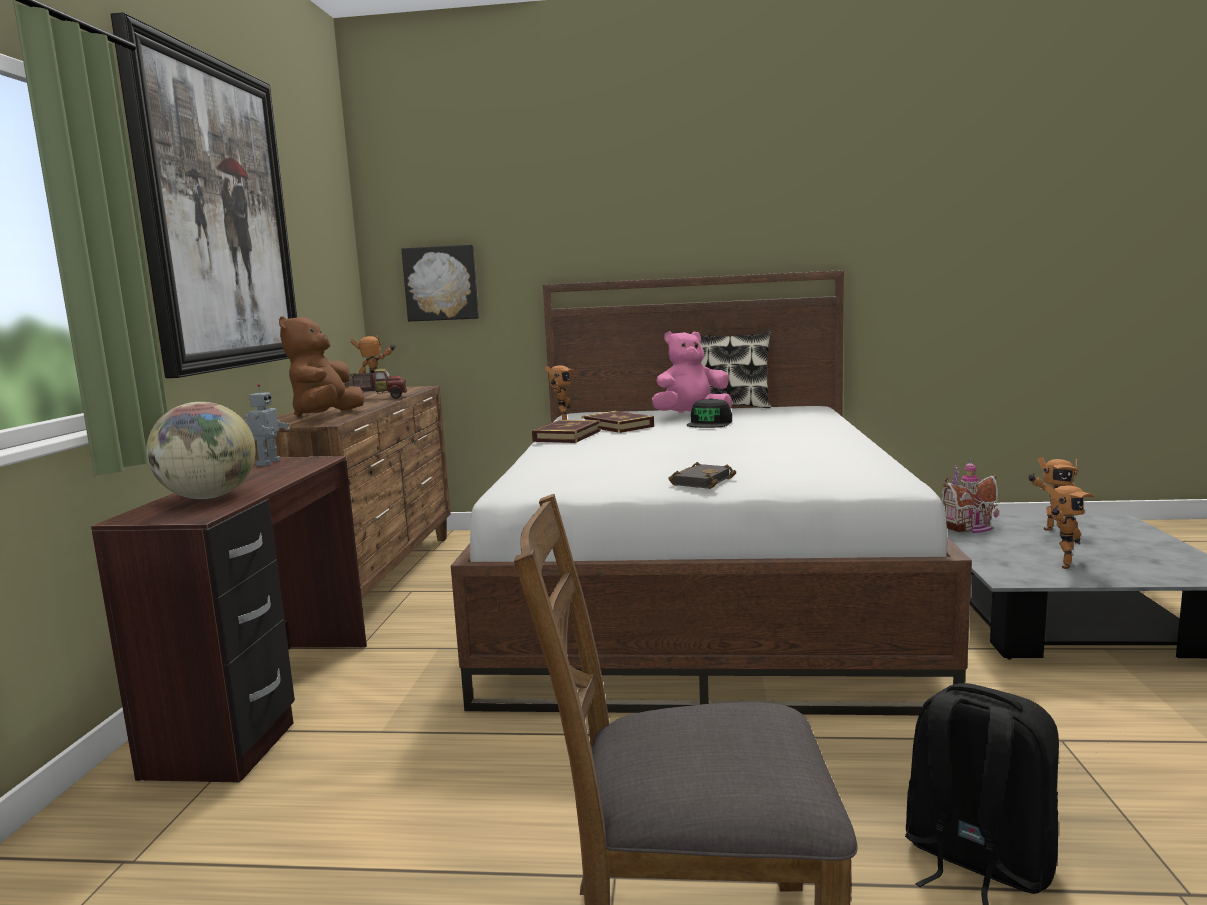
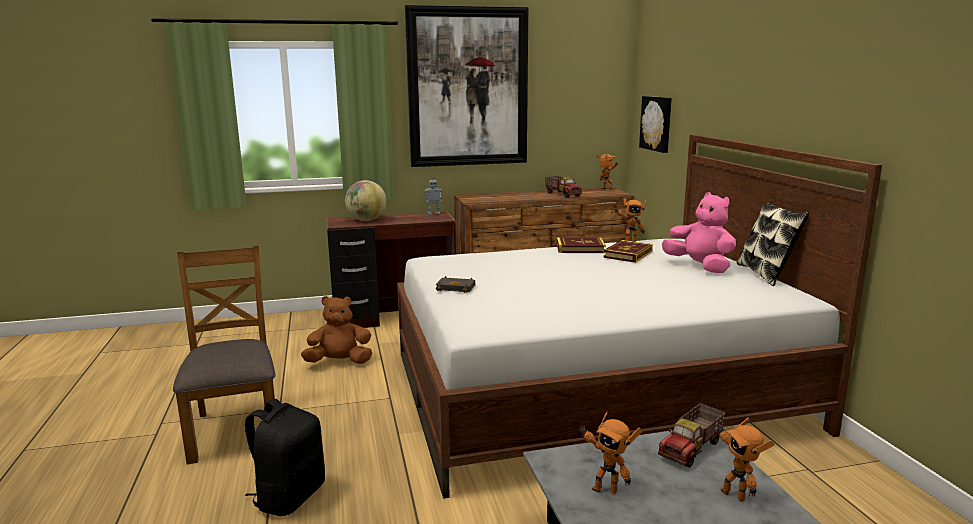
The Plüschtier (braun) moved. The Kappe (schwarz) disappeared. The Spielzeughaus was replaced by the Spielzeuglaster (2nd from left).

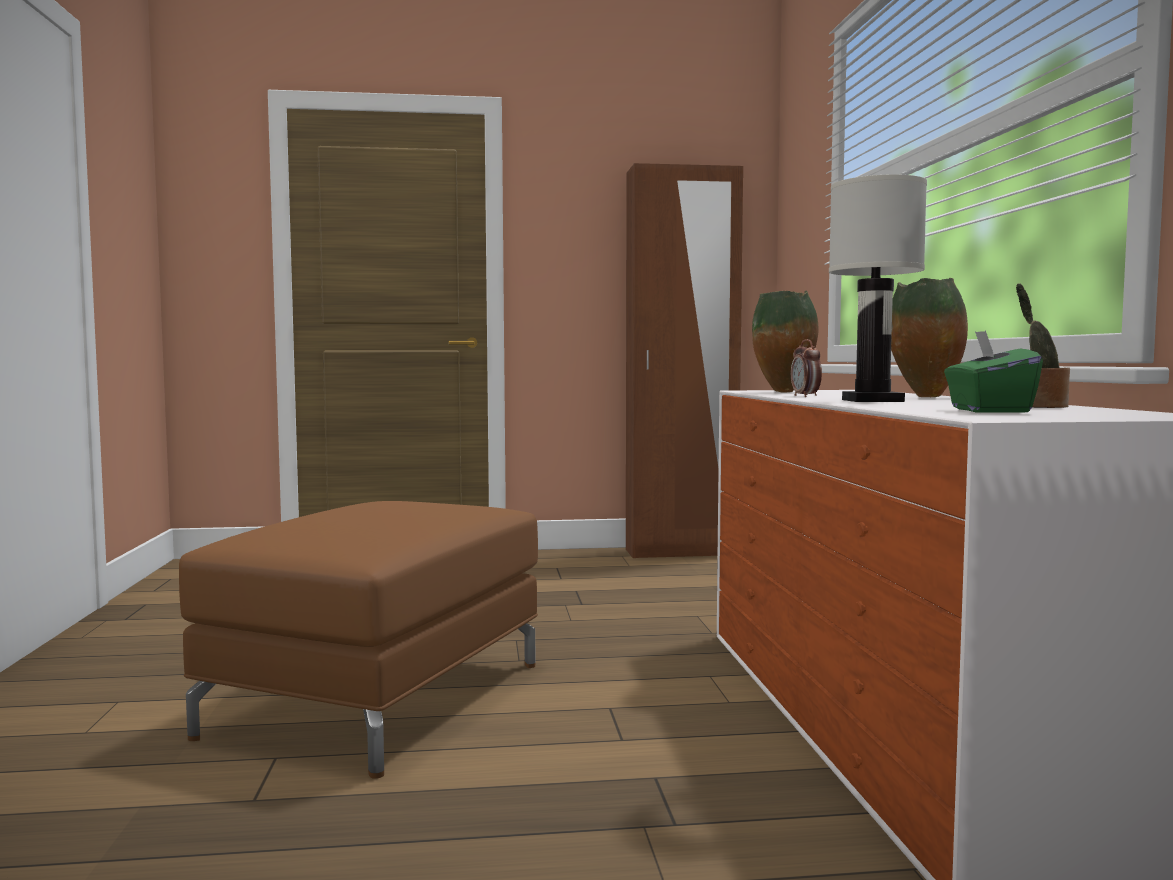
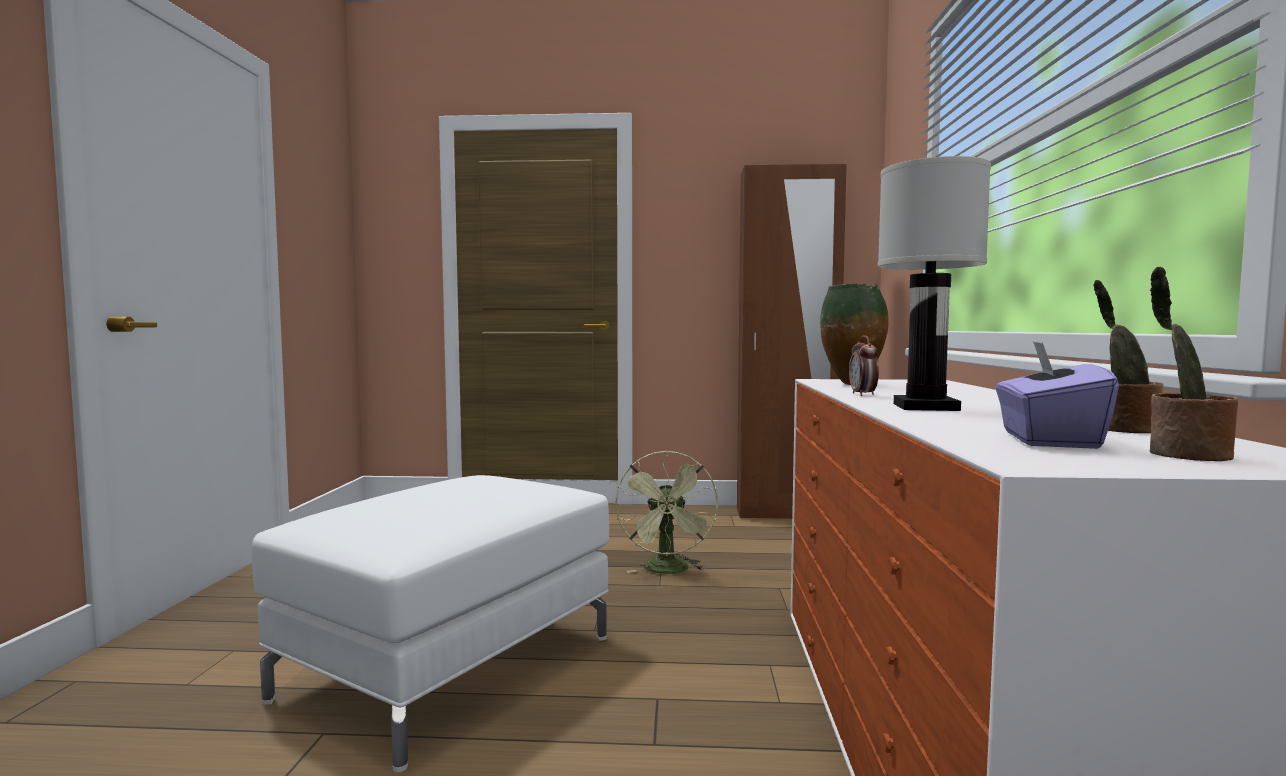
The Polsterhocker (braun) became the Polsterhocker (weiß). The Vase (2nd from left) disappeared. The Taschentuchbox (grün) became the Taschentuchbox (lila). The Ventilator (grün) appeared. The Topfpflanze (2nd from left) appeared.

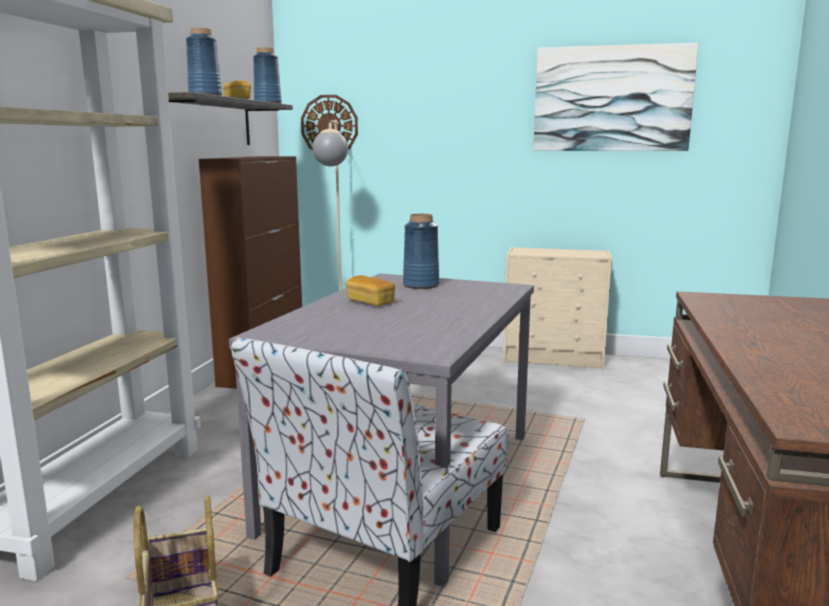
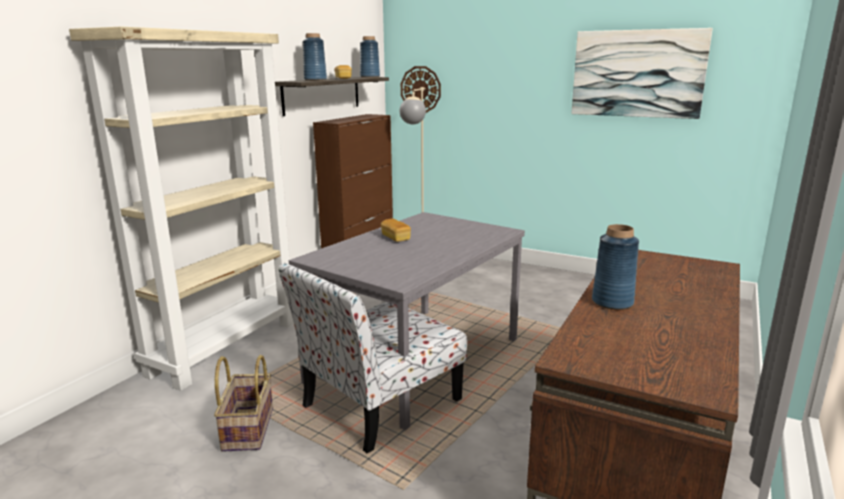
The Vase (blau) (3rd from left) moved. The Kommode (beige) disappeared.

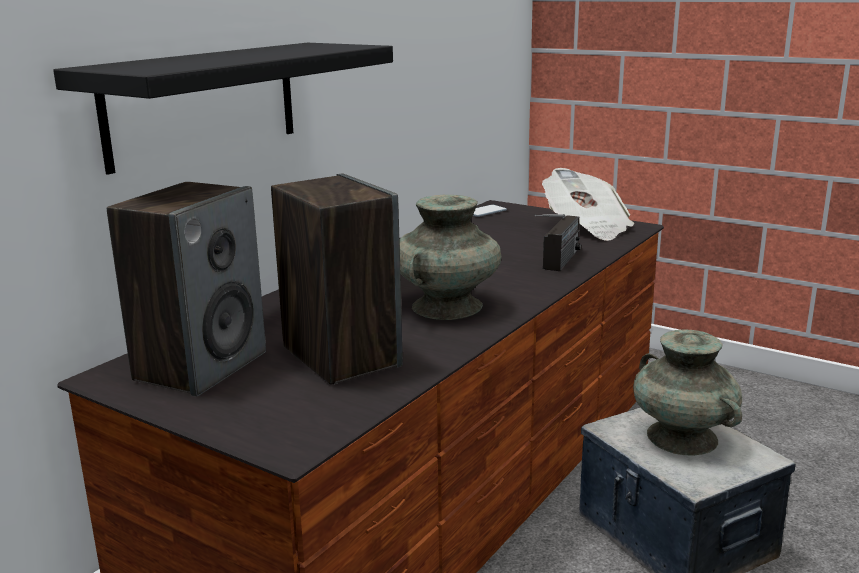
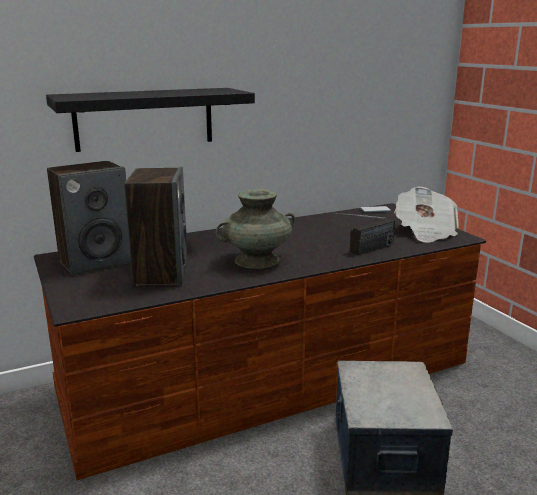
The Vase (türkis) (2nd from left) disappeared.

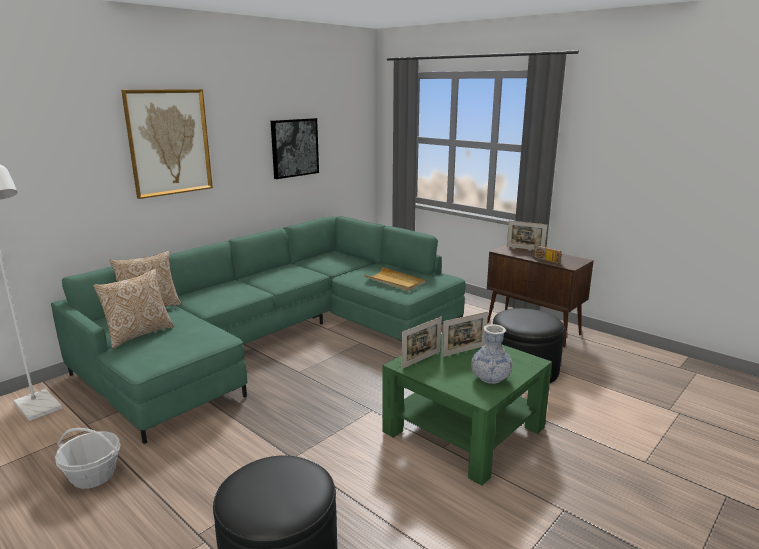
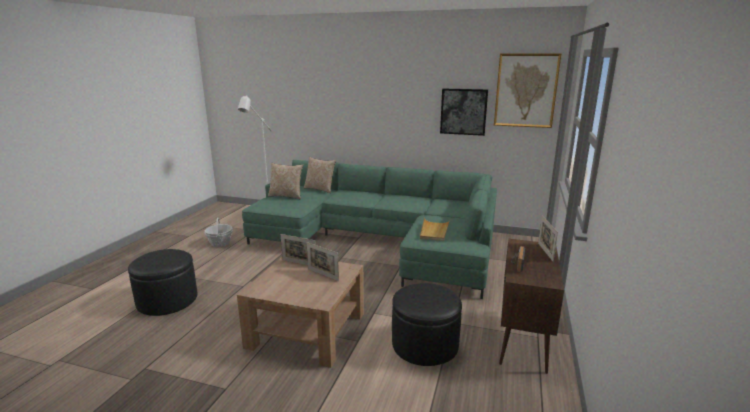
The Bild (1st from left in the first image) moved. The Couchtisch (grün) became the Couchtisch (braun). The Vase disappeared.

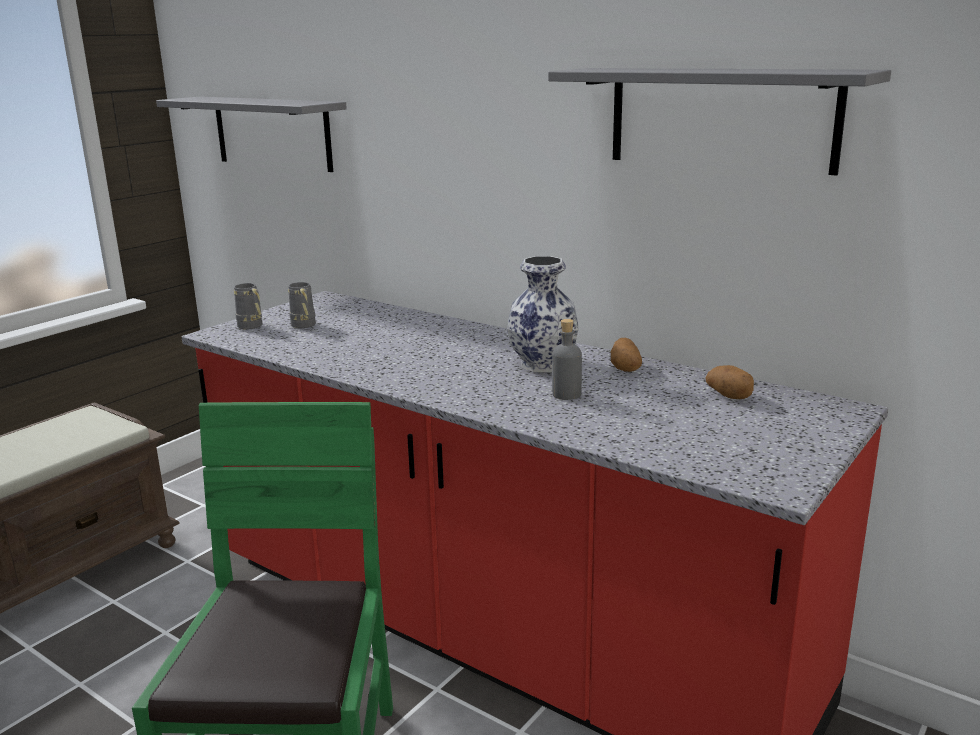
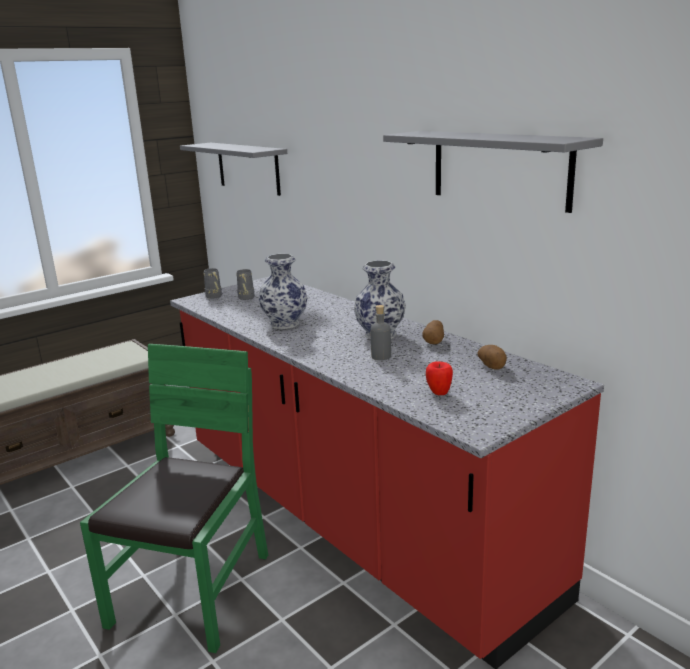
The Vase (1st from left) appeared. The Apfel appeared.

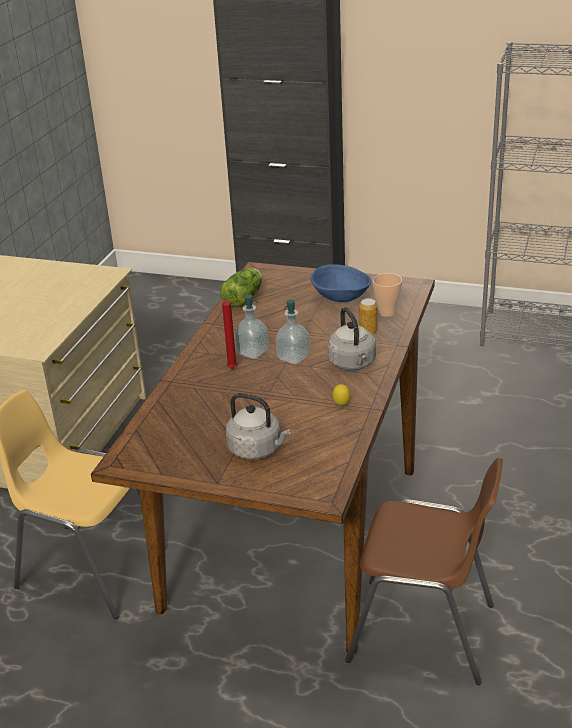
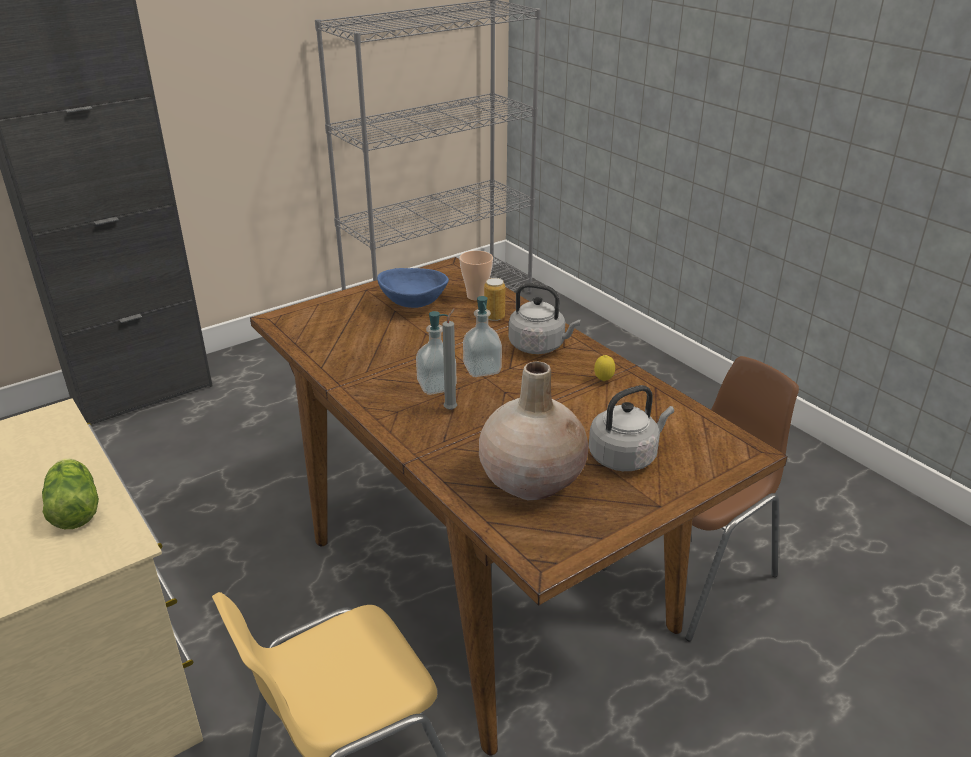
The Salatkopf moved. The Kerze (rot) became the Kerze (grau). The Vase (beige) appeared.

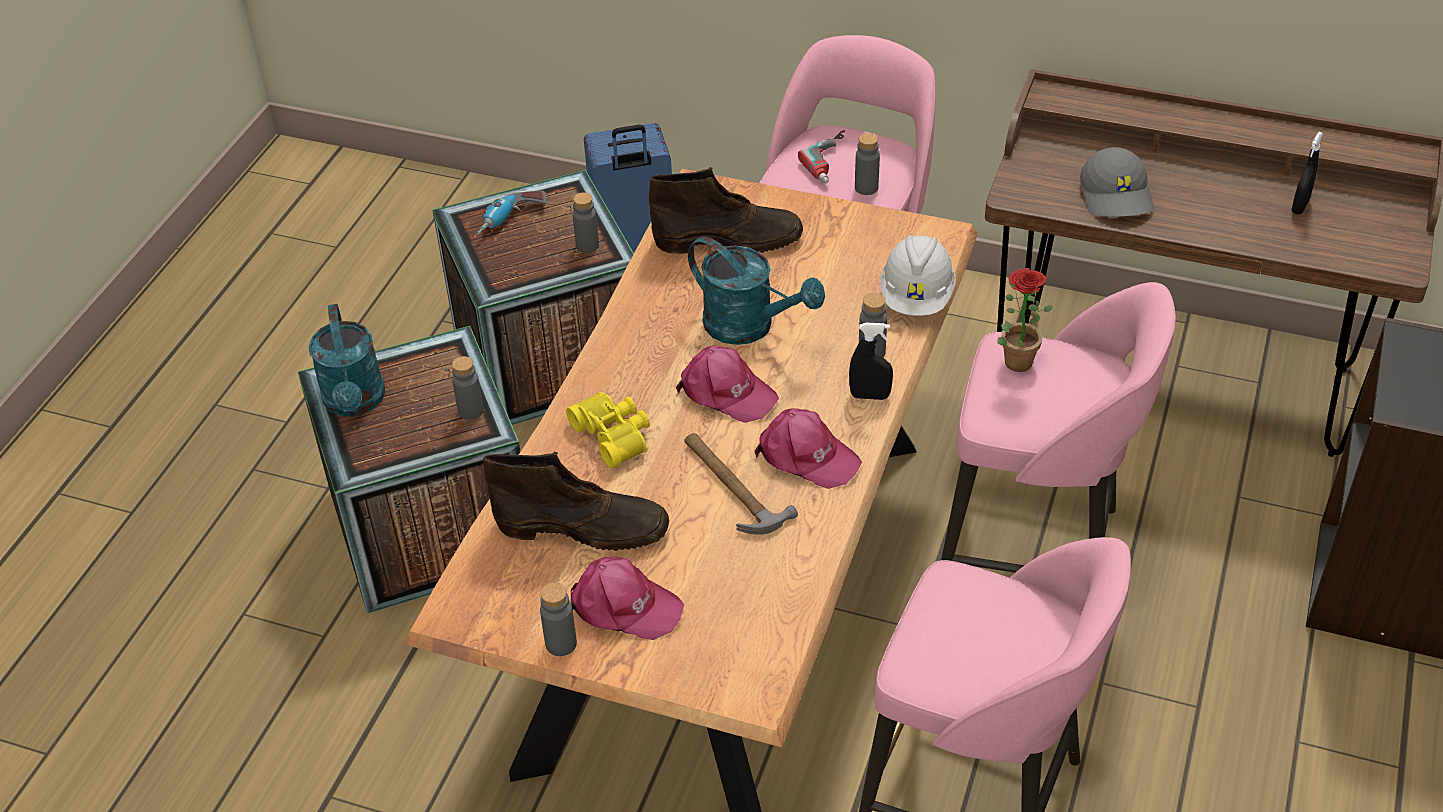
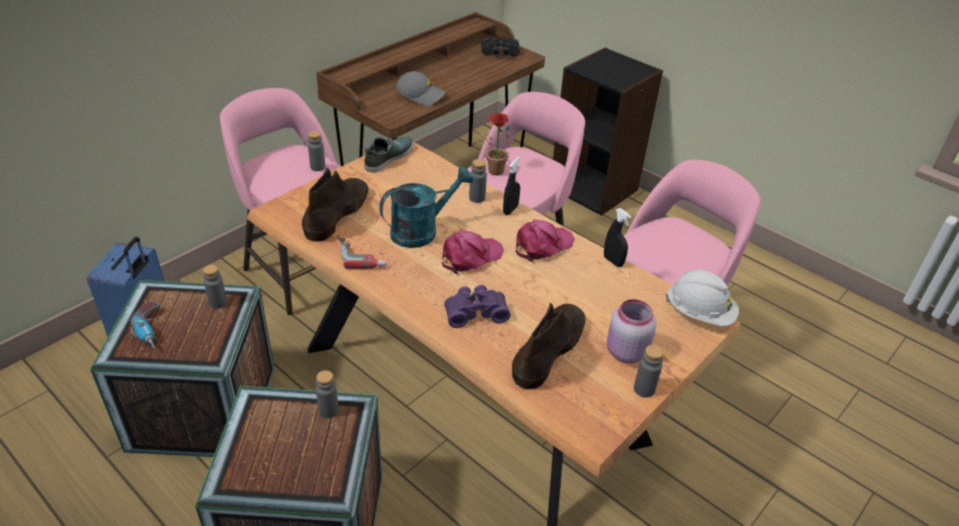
The Gießkanne (türkis) (1st from left) disappeared. The Fernglas (gelb) became the Fernglas (lila). The Kappe (rosa) (1st from left) was replaced by the Vorratsglas (rosa). The Hammer disappeared. The Bohrmaschine (2nd from left) moved. The Schutzhelm (weiß) moved. The Sprühflasche (schwarz) (2nd from left) moved. The Schuh appeared. The Fernglas (schwarz) appeared.

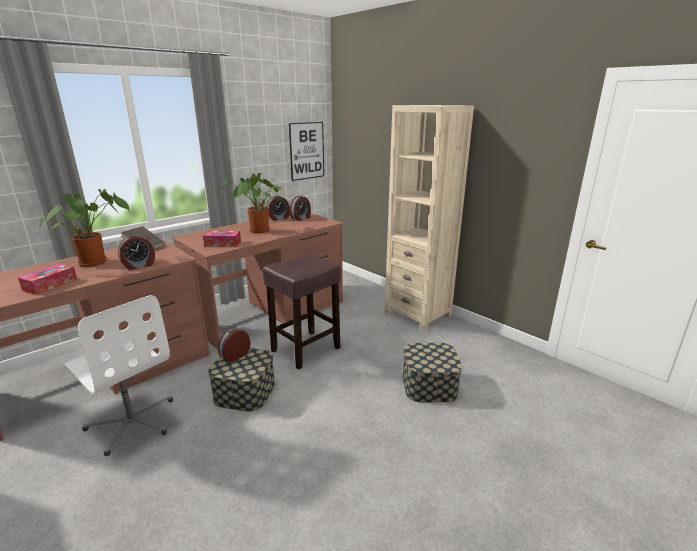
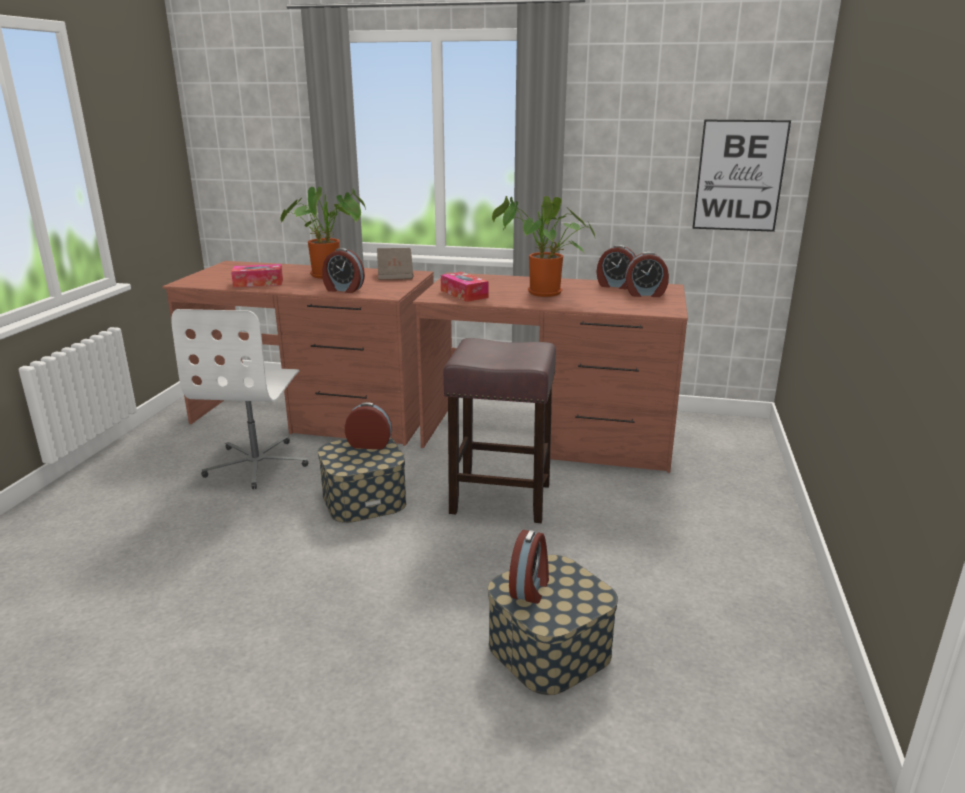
The Bücherregal (beige) disappeared. The Wecker (3rd from left) appeared.

